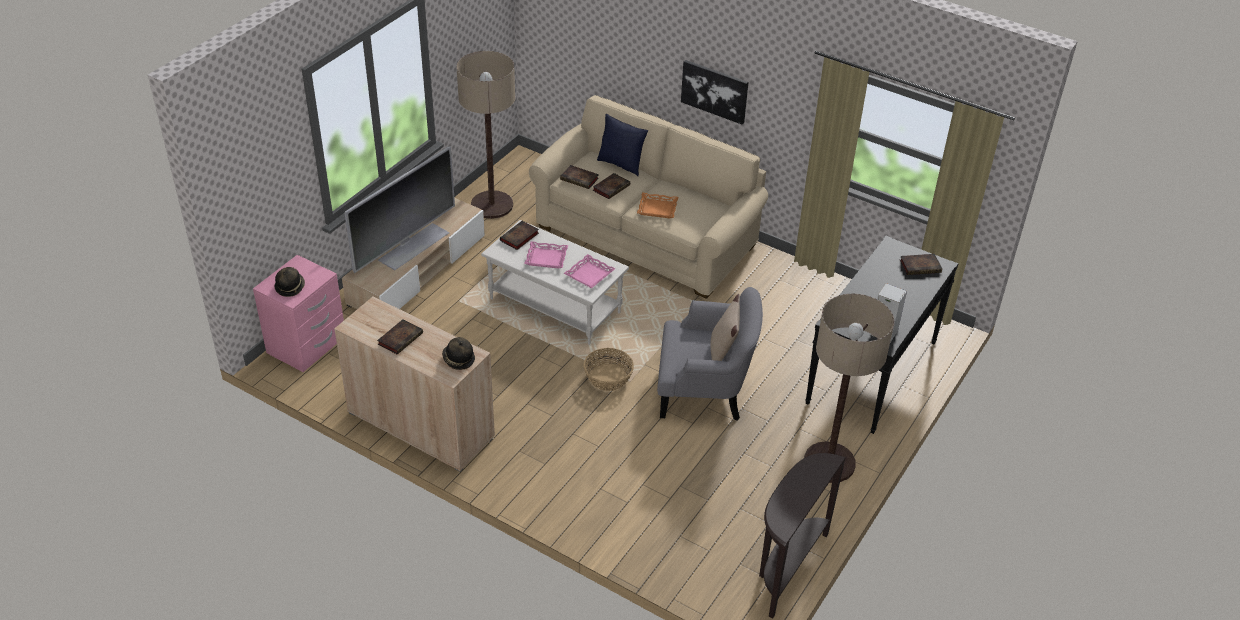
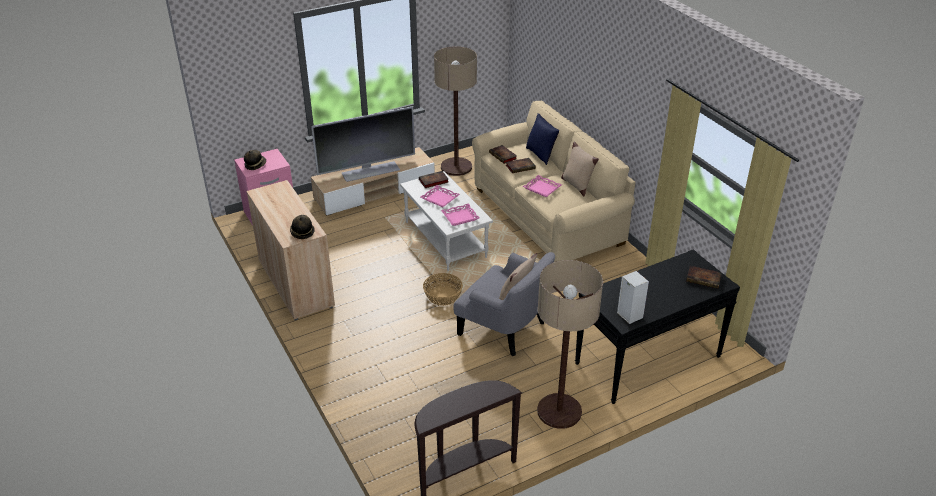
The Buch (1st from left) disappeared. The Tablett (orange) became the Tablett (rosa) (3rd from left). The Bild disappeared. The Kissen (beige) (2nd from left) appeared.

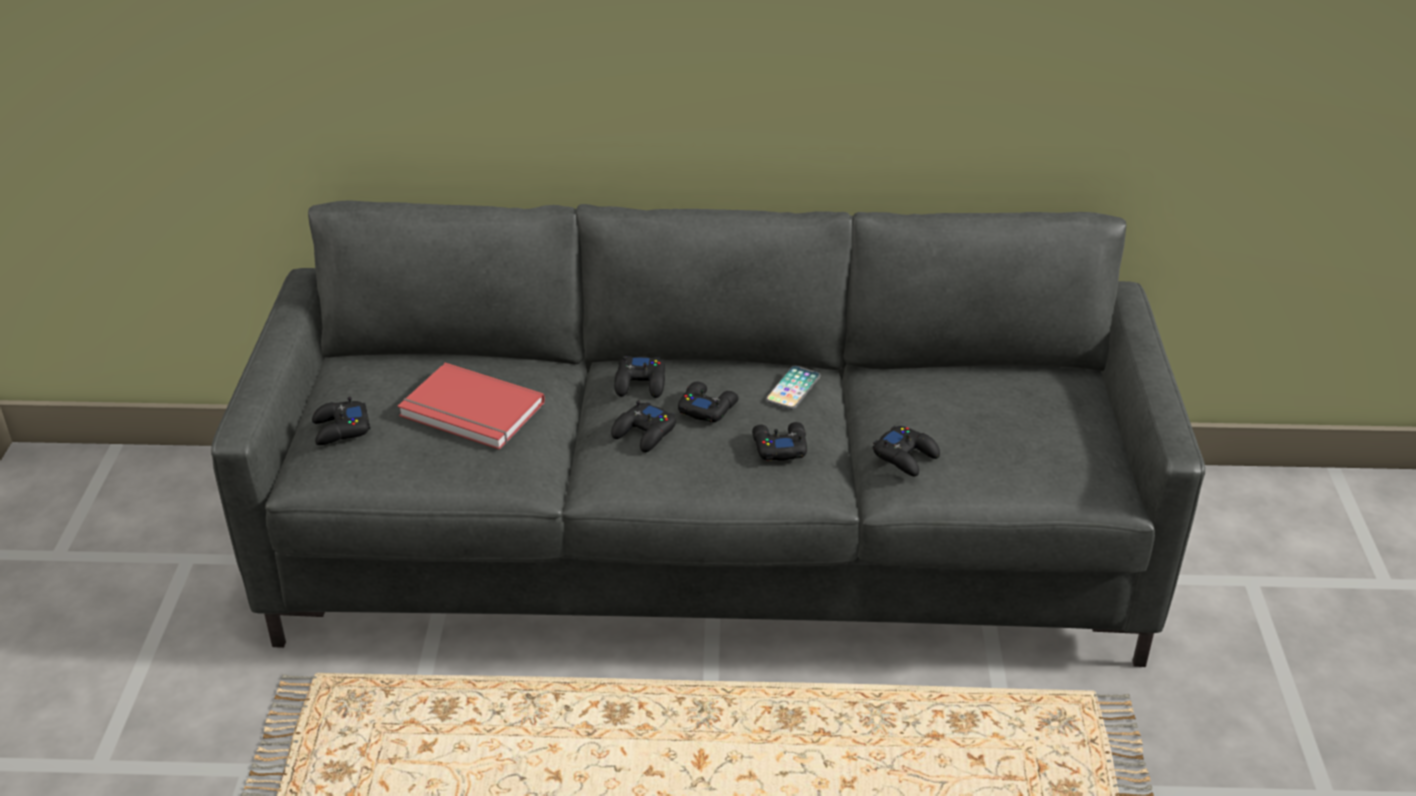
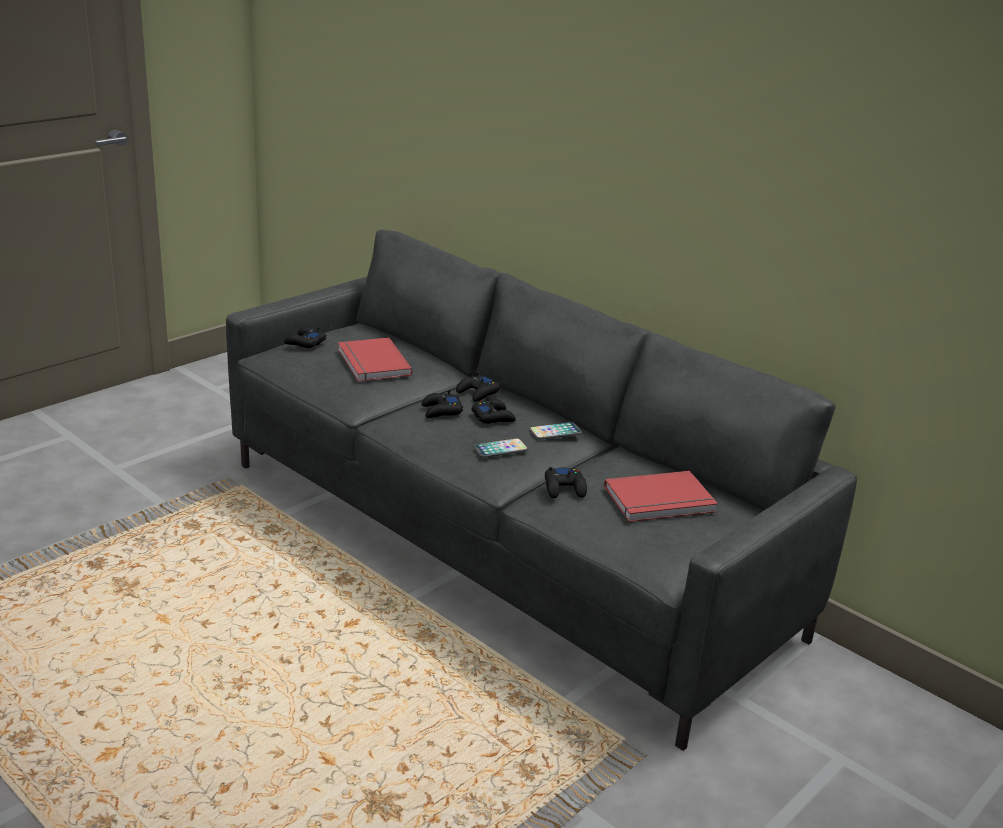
The Gamepad (schwarz) (5th from left) was replaced by the Handy (1st from left). The Buch (rot) (2nd from left) appeared.

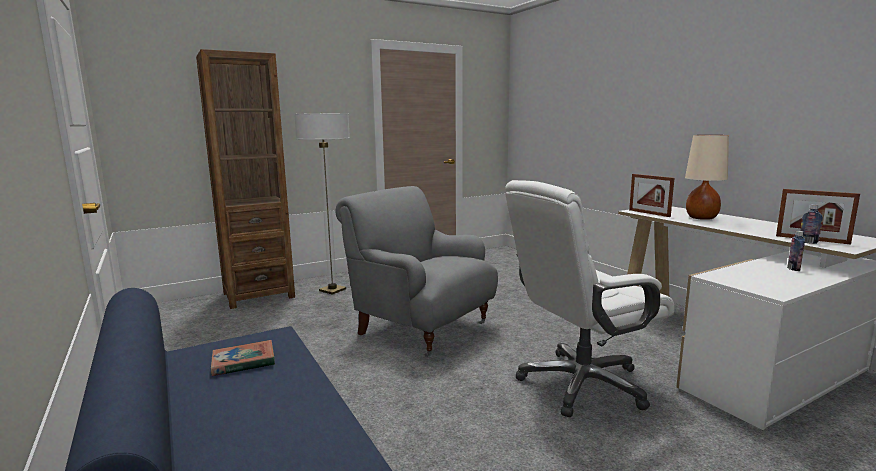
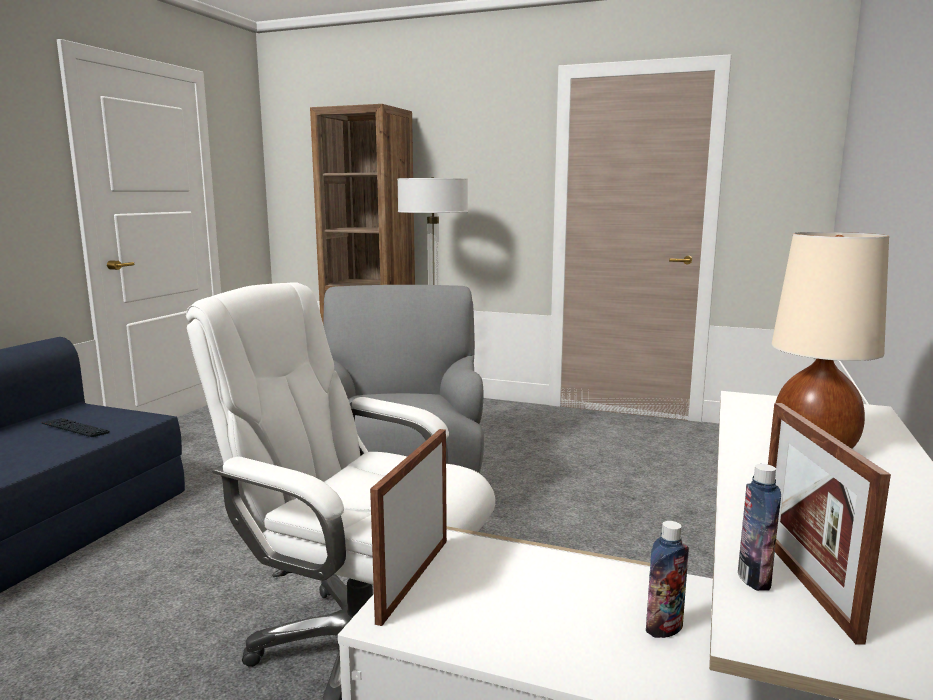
The Buch was replaced by the Tastatur. The Bilderrahmen (1st from left) moved.

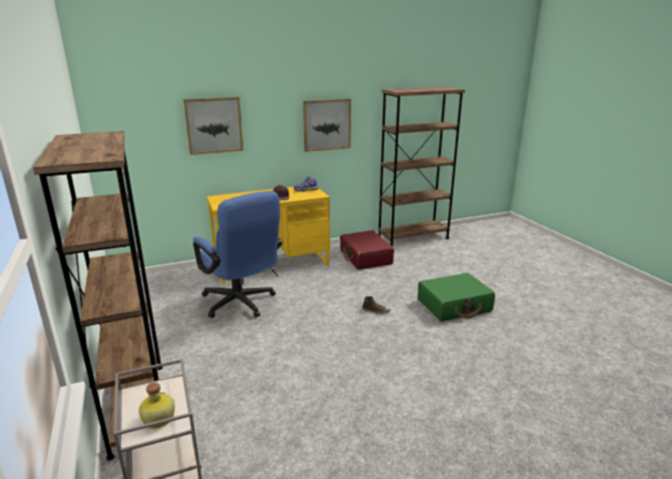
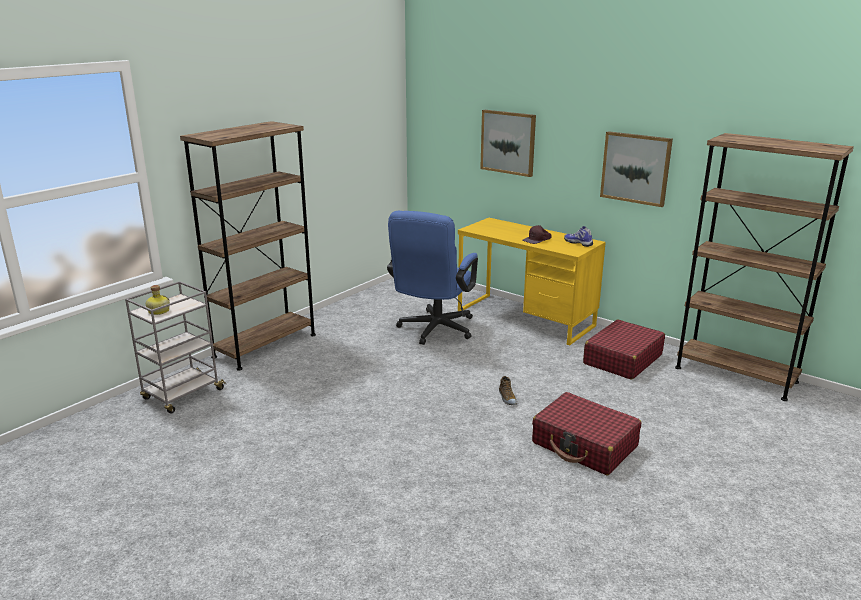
The Koffer (grün) became the Koffer (rot) (1st from left).

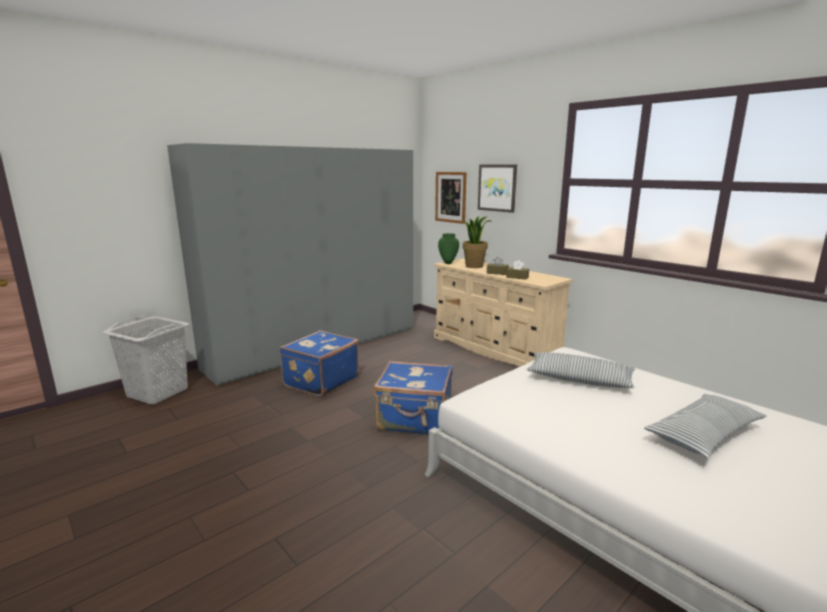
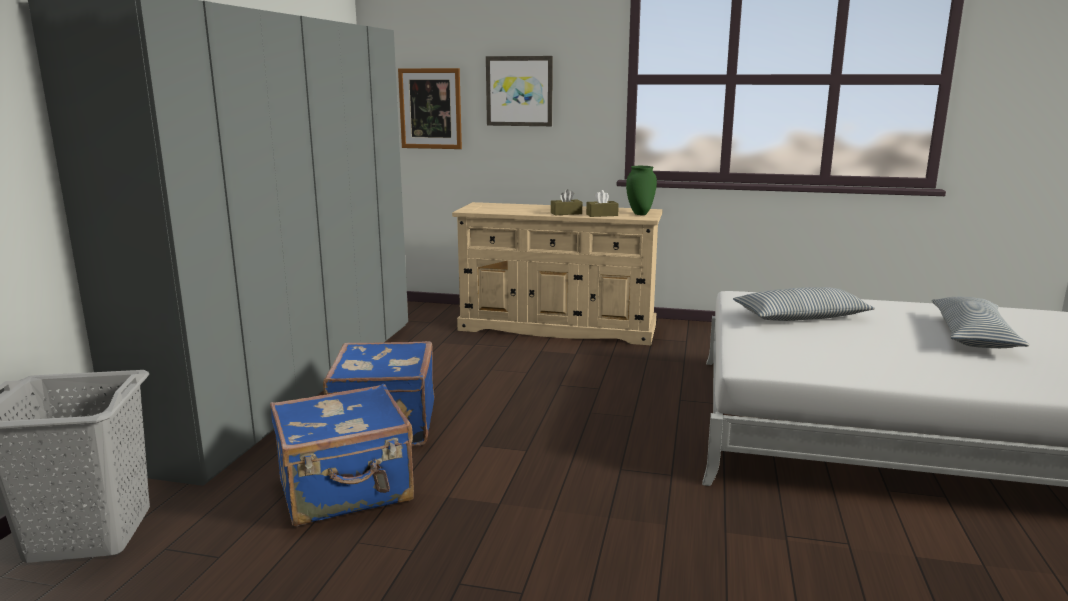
The Koffer (blau) (2nd from left in the first image) moved. The Vase (grün) moved. The Topfpflanze disappeared.

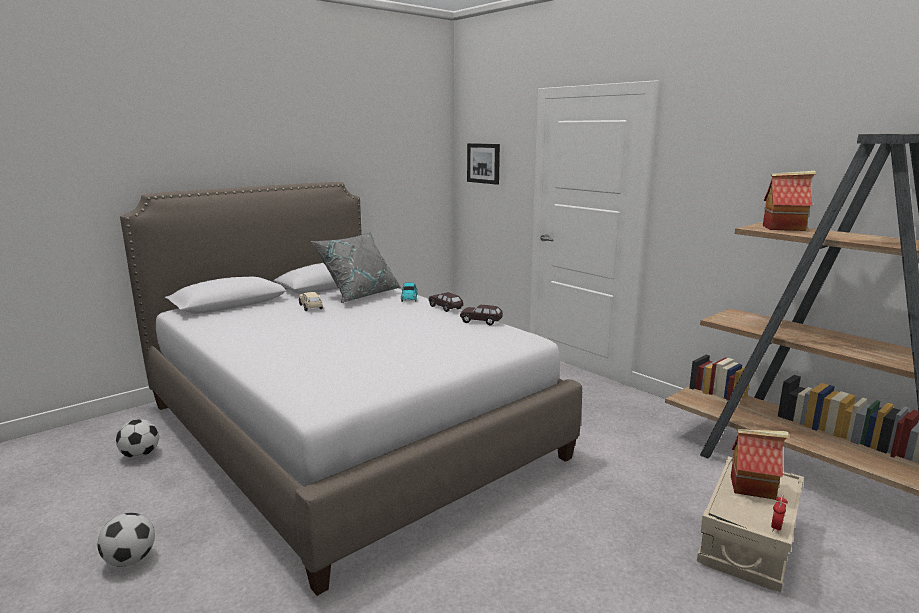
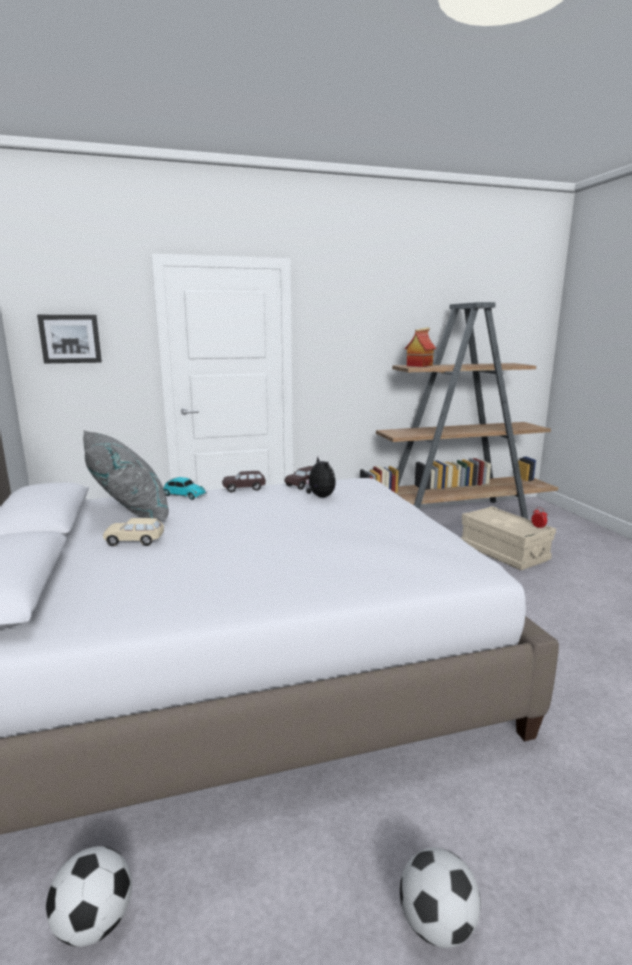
The Spielzeughaus (1st from left) disappeared. The Plüschtier appeared.

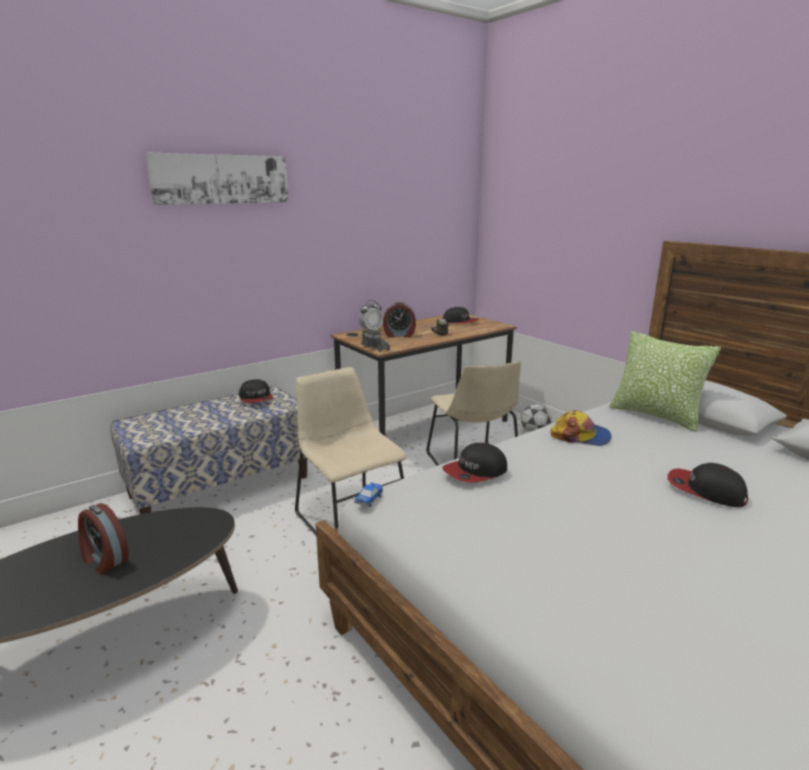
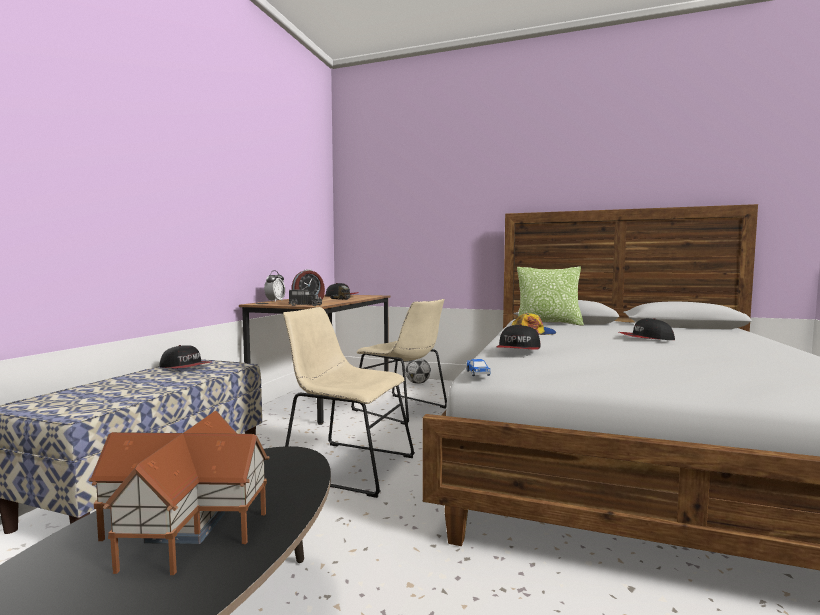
The Wecker (1st from left) was replaced by the Spielzeughaus. The Bild disappeared.

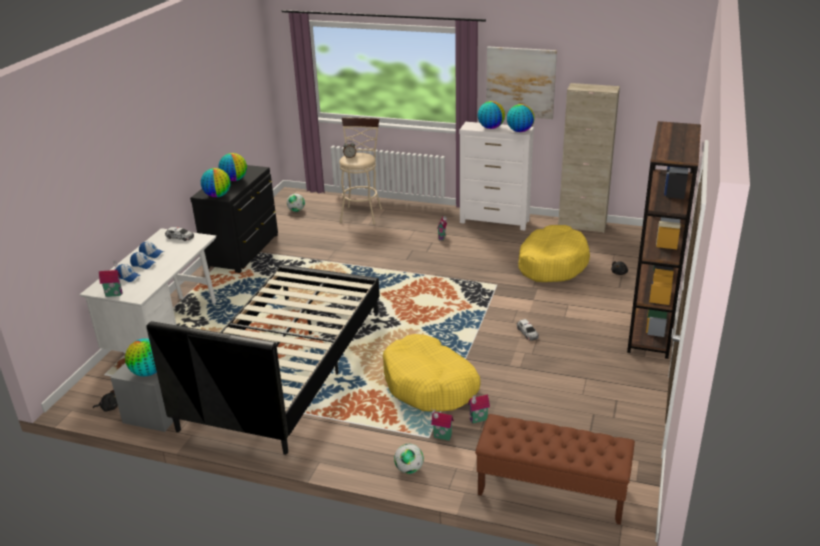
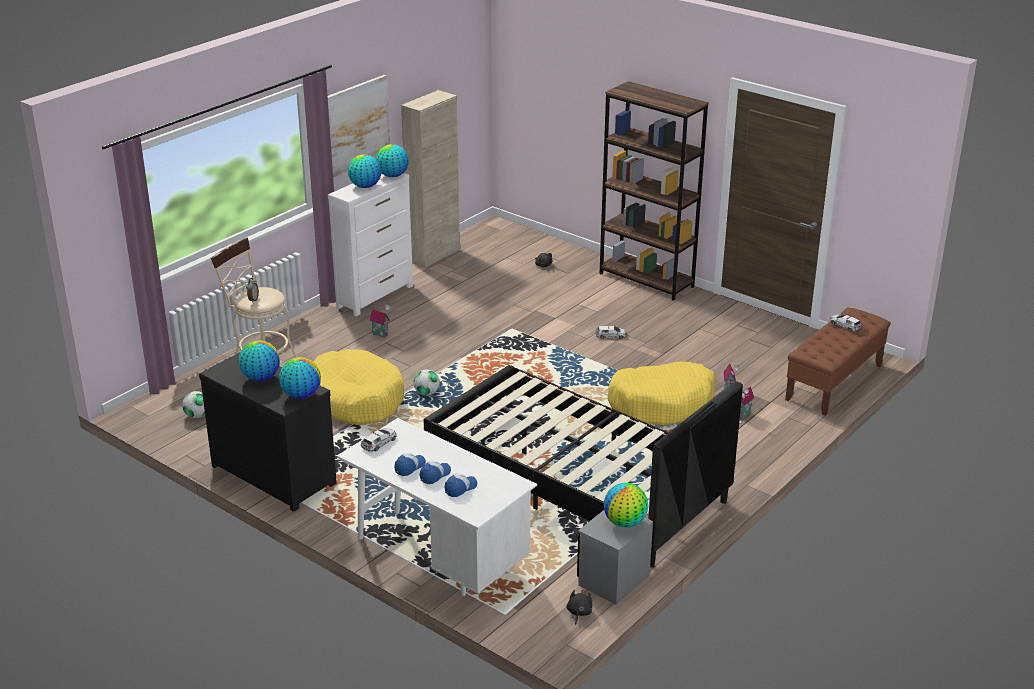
The Spielzeughaus (1st from left) disappeared. The Fußball (2nd from left) moved. The Hundebett (gelb) (2nd from left in the first image) moved. The Spielzeugauto (3rd from left) appeared.

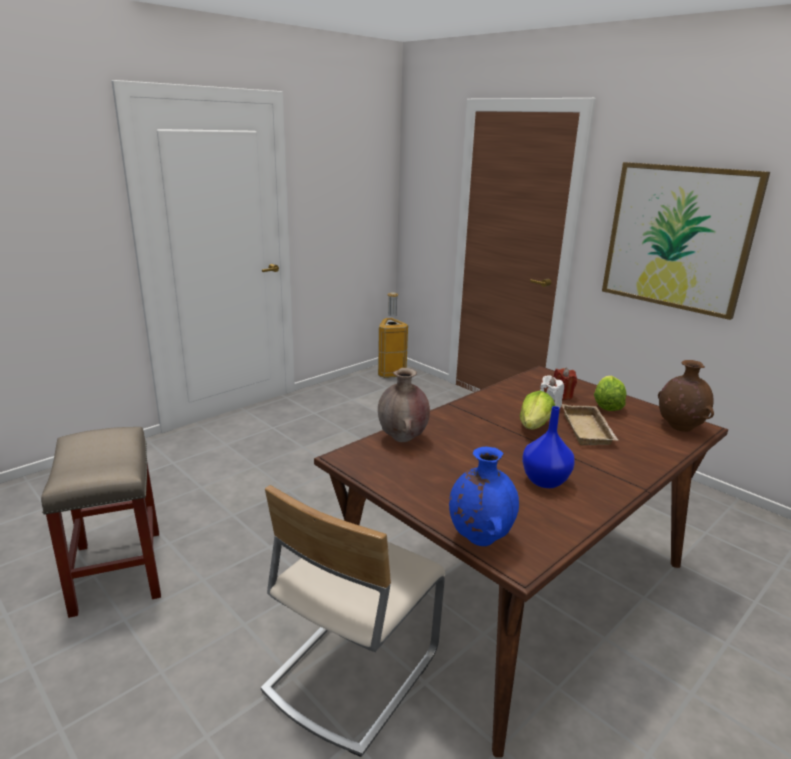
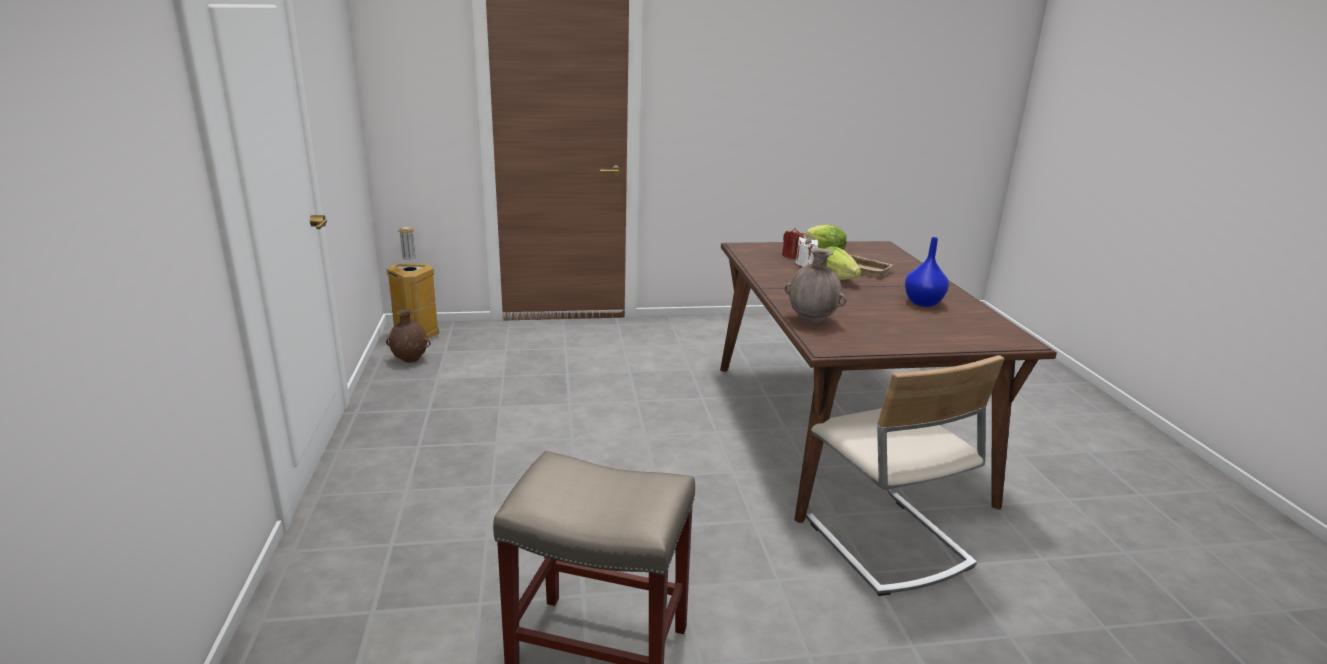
The Vase (blau) (1st from left) disappeared. The Bild disappeared. The Vase (braun) (2nd from left in the first image) moved.

